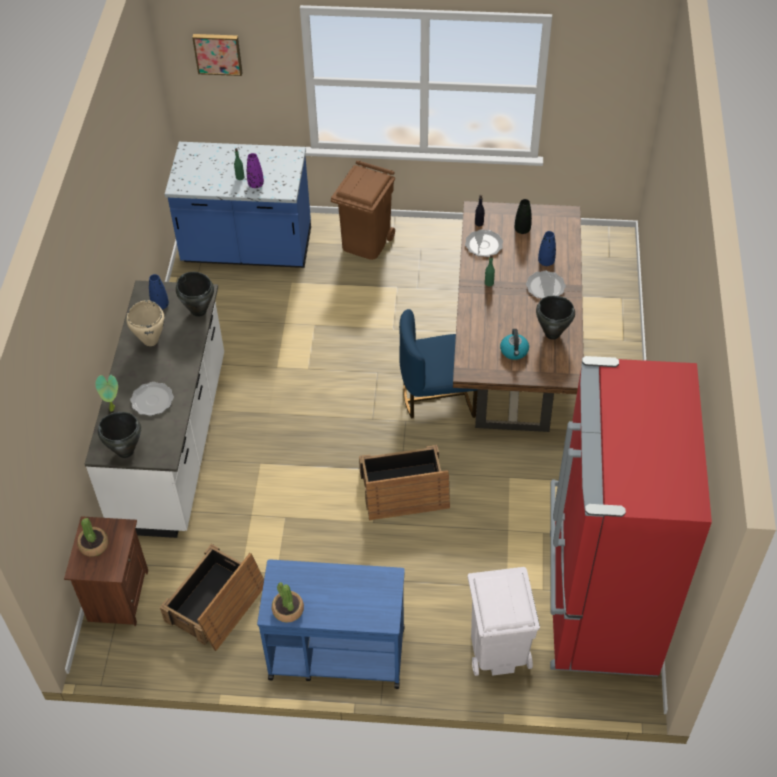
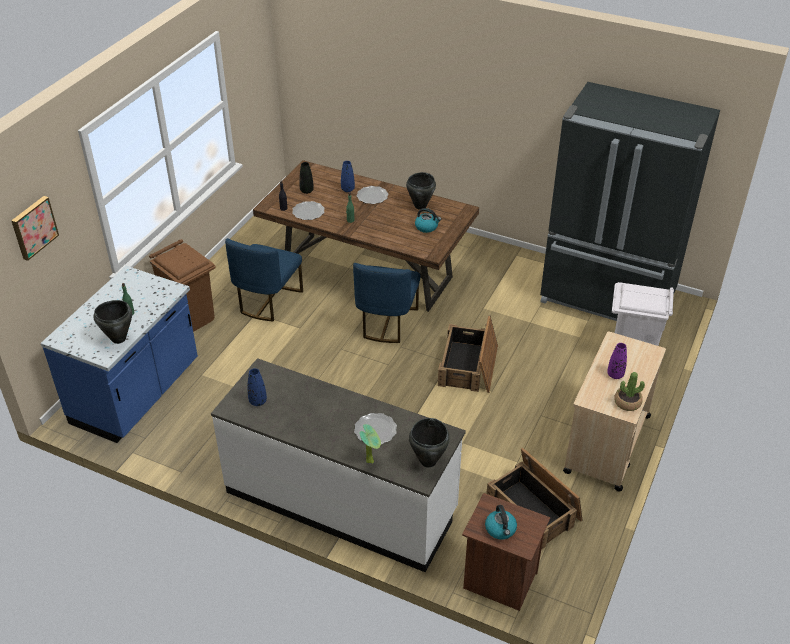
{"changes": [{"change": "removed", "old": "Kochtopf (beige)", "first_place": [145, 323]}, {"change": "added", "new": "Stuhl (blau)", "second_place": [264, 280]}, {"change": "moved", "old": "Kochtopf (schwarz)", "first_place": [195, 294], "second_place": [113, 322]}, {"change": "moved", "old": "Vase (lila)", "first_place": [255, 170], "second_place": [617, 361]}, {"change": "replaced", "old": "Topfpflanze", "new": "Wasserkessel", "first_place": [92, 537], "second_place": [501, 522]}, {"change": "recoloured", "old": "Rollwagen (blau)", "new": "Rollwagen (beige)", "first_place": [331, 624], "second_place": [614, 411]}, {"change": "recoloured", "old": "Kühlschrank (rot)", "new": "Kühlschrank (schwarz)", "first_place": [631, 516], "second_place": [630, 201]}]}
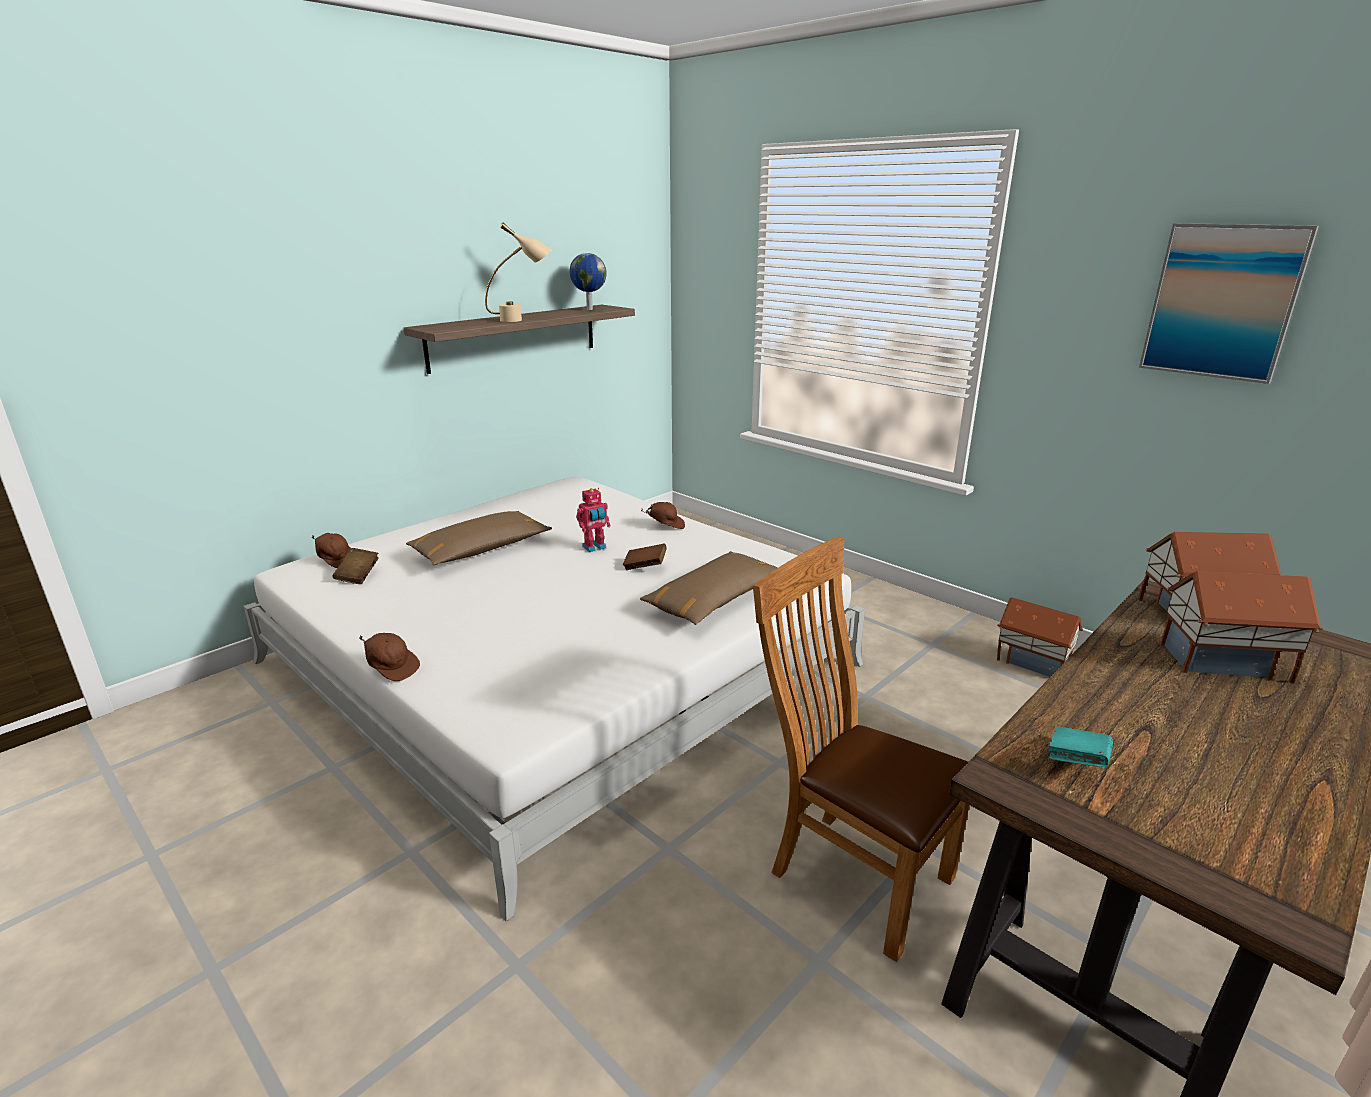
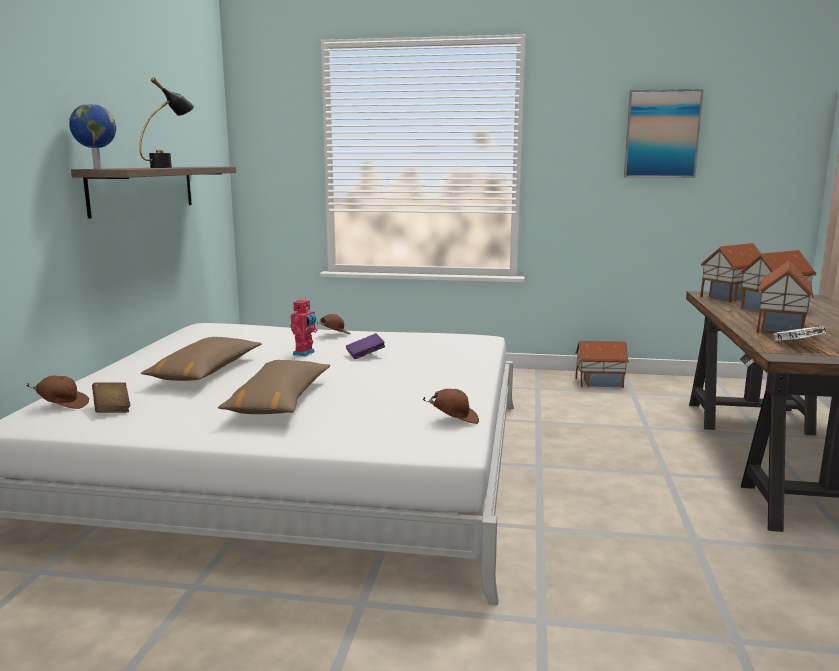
{"changes": [{"change": "removed", "old": "Stuhl (braun)", "first_place": [861, 749]}, {"change": "added", "new": "Spielzeughaus", "second_place": [785, 296]}, {"change": "moved", "old": "Kappe (braun)", "first_place": [389, 657], "second_place": [450, 406]}, {"change": "moved", "old": "Globus", "first_place": [588, 281], "second_place": [92, 136]}, {"change": "moved", "old": "Kissen (braun)", "first_place": [709, 588], "second_place": [274, 387]}, {"change": "recoloured", "old": "Tischlampe (beige)", "new": "Tischlampe (schwarz)", "first_place": [518, 272], "second_place": [166, 122]}, {"change": "recoloured", "old": "Buch (braun)", "new": "Buch (lila)", "first_place": [645, 556], "second_place": [366, 346]}, {"change": "recoloured", "old": "Buch (türkis)", "new": "Buch (weiß)", "first_place": [1080, 747], "second_place": [800, 333]}]}
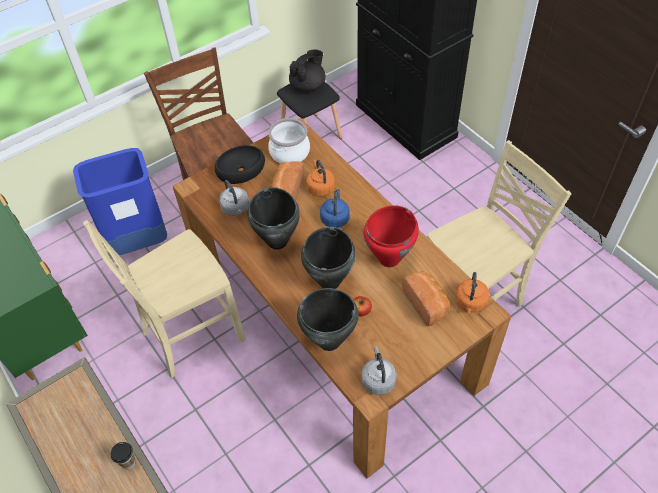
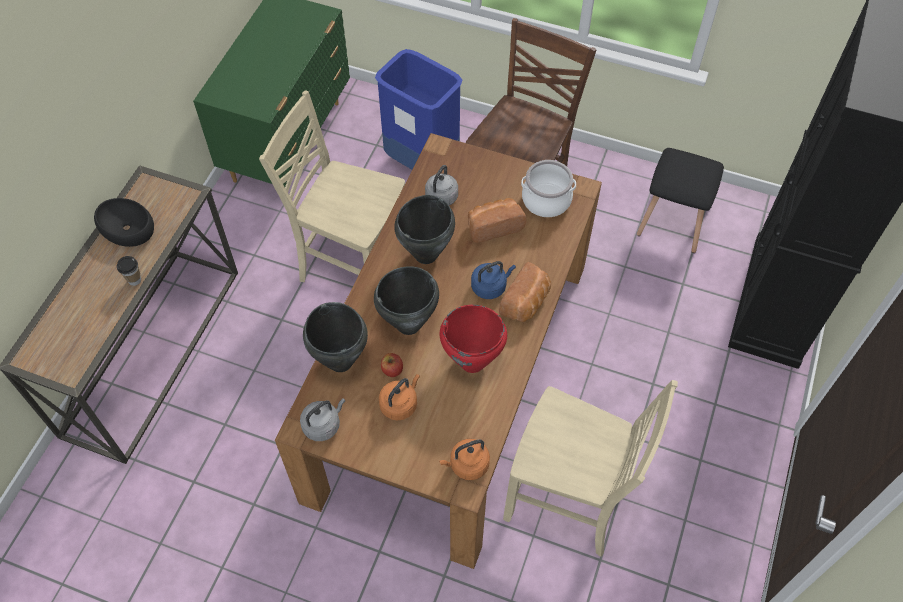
{"changes": [{"change": "removed", "old": "Teekanne (schwarz)", "first_place": [307, 71]}, {"change": "moved", "old": "Schüssel (schwarz)", "first_place": [240, 164], "second_place": [124, 222]}, {"change": "moved", "old": "Wasserkessel (orange)", "first_place": [320, 178], "second_place": [399, 397]}, {"change": "moved", "old": "Brot", "first_place": [426, 299], "second_place": [525, 292]}]}
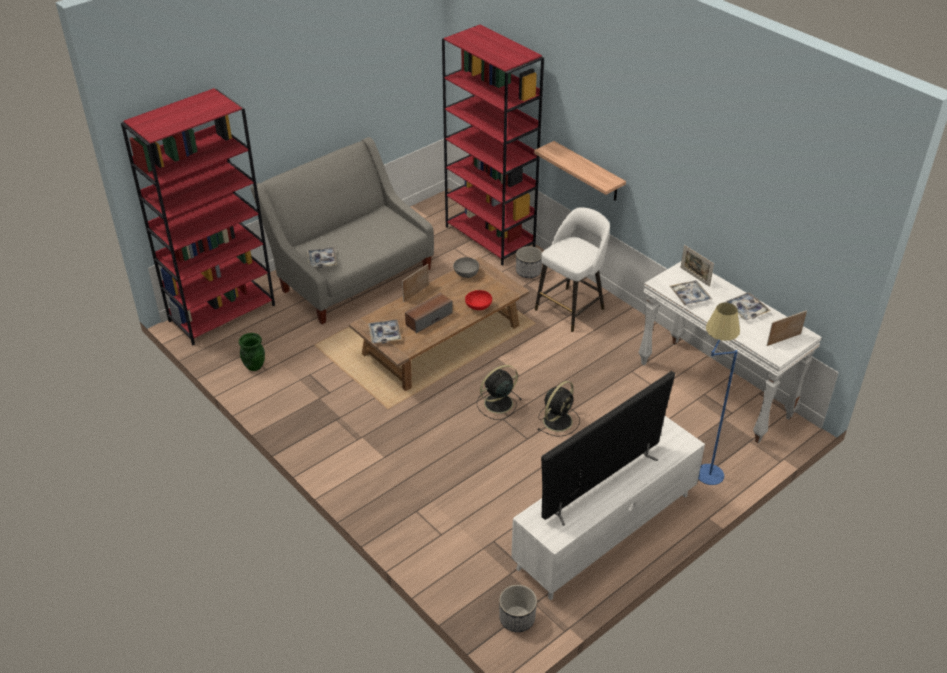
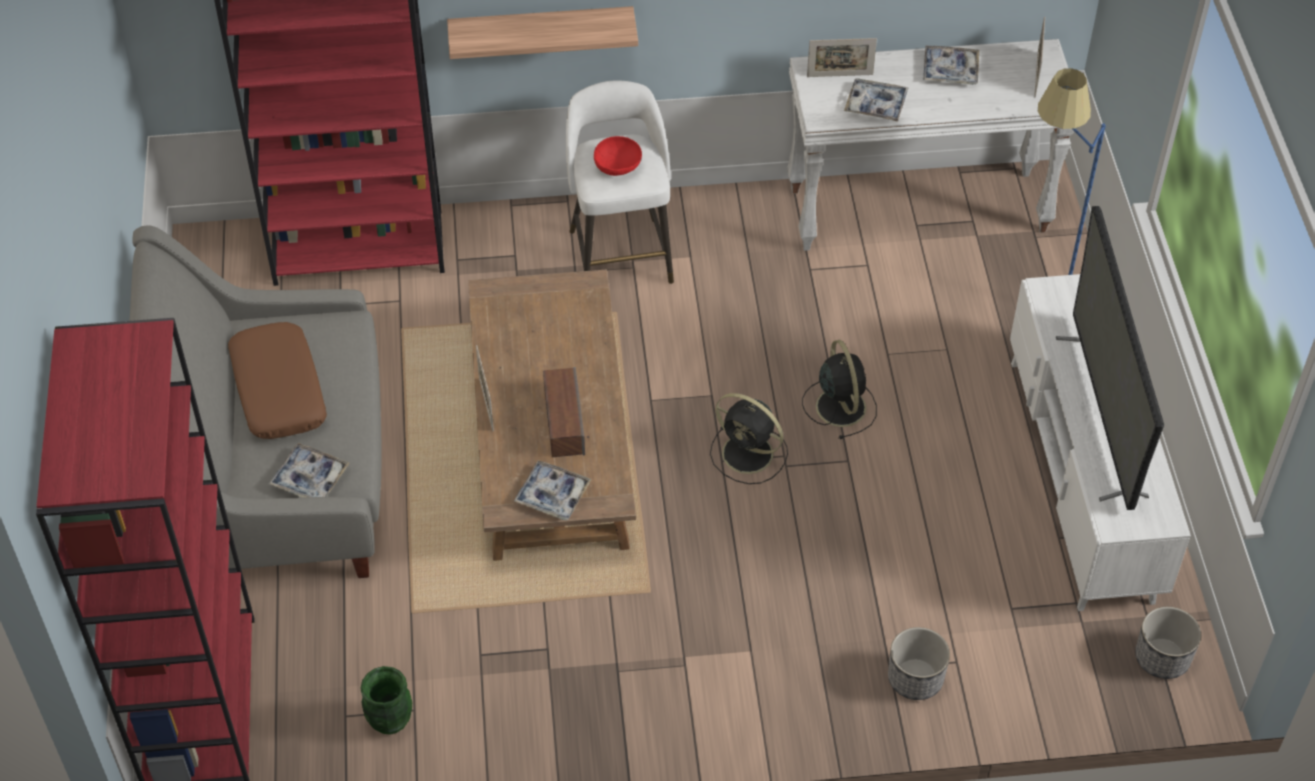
{"changes": [{"change": "removed", "old": "Schüssel (grau)", "first_place": [466, 267]}, {"change": "added", "new": "Kissen (braun)", "second_place": [277, 380]}, {"change": "moved", "old": "Schüssel (rot)", "first_place": [478, 300], "second_place": [618, 156]}, {"change": "moved", "old": "Pflanzkübel", "first_place": [529, 262], "second_place": [919, 663]}, {"change": "turned", "old": "Ventilator (schwarz)", "first_place": [499, 392], "second_place": [749, 438], "degrees": -60}]}
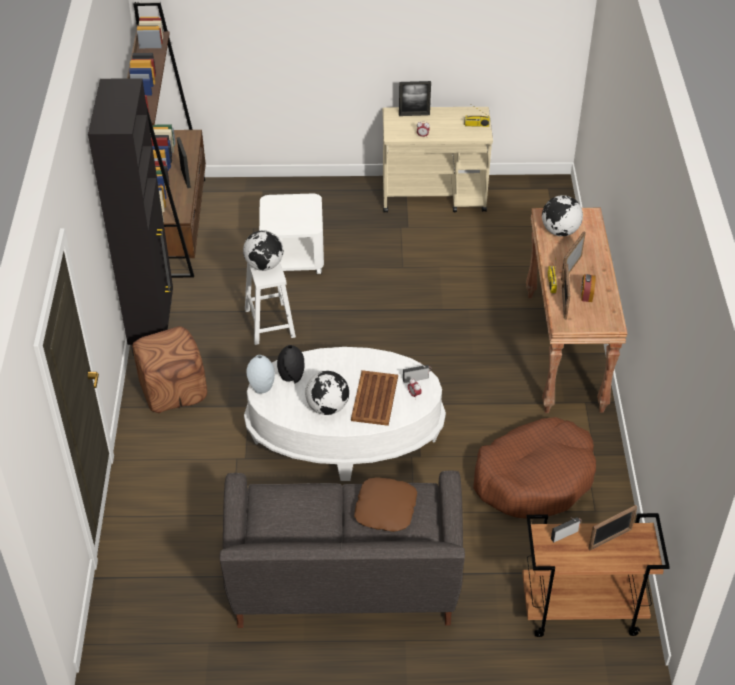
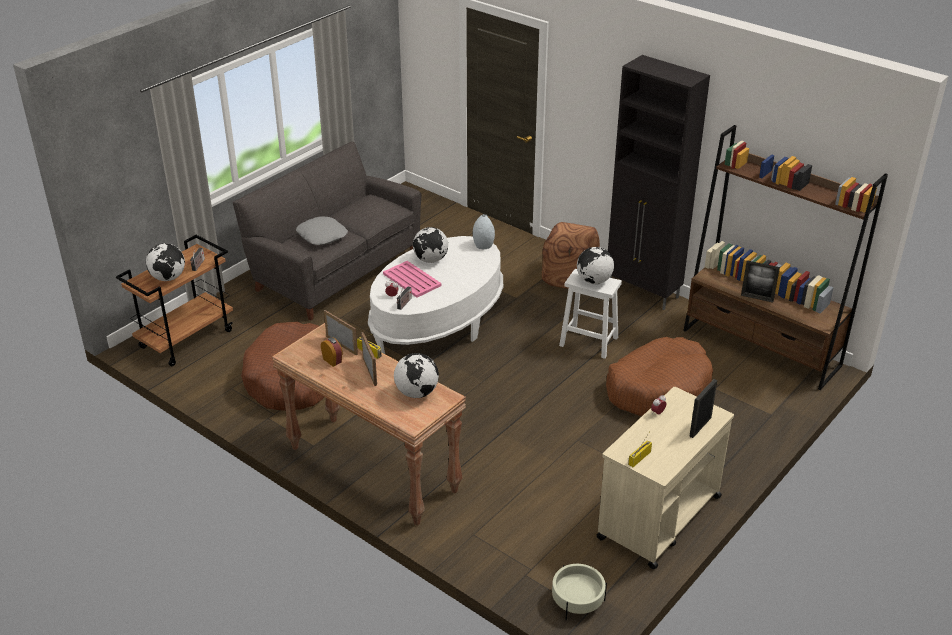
{"changes": [{"change": "removed", "old": "Vase (schwarz)", "first_place": [291, 364]}, {"change": "added", "new": "Pflanzkübel (beige)", "second_place": [579, 592]}, {"change": "replaced", "old": "Beistelltisch (weiß)", "new": "Hundebett (braun)", "first_place": [291, 234], "second_place": [659, 376]}, {"change": "replaced", "old": "Bilderrahmen", "new": "Globus", "first_place": [612, 527], "second_place": [165, 262]}, {"change": "recoloured", "old": "Tablett (braun)", "new": "Tablett (rosa)", "first_place": [374, 398], "second_place": [412, 279]}, {"change": "recoloured", "old": "Kissen (braun)", "new": "Kissen (grau)", "first_place": [385, 504], "second_place": [322, 230]}]}
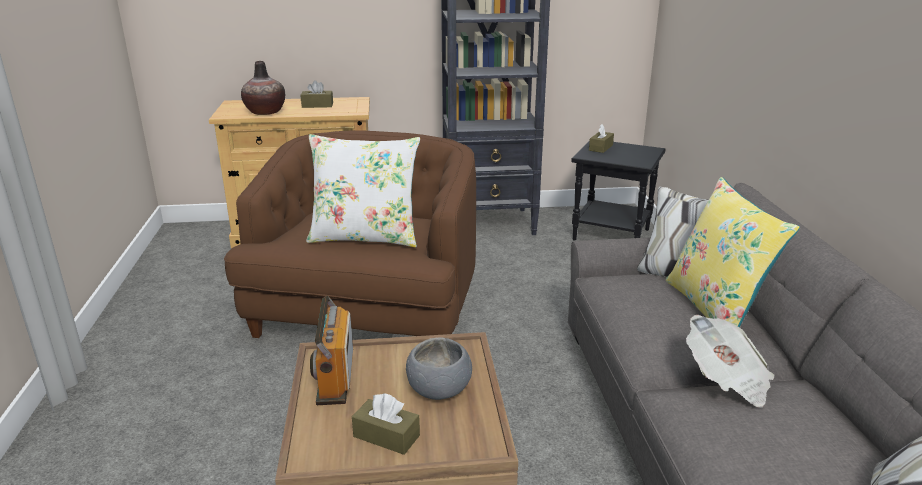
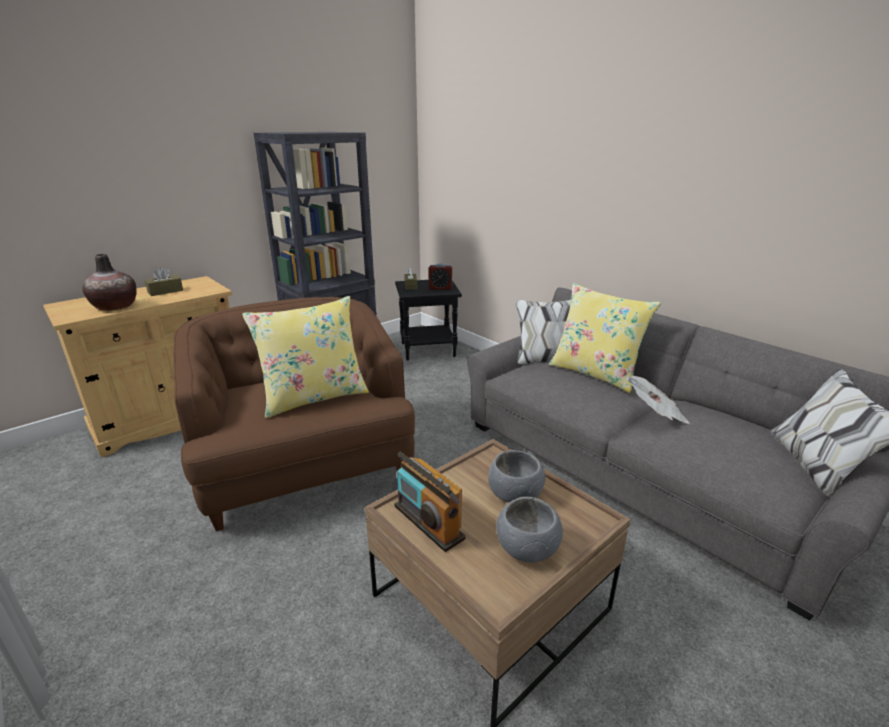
{"changes": [{"change": "added", "new": "Wecker", "second_place": [440, 276]}, {"change": "replaced", "old": "Taschentuchbox (braun)", "new": "Schüssel (grau)", "first_place": [386, 424], "second_place": [529, 530]}, {"change": "recoloured", "old": "Kissen (weiß)", "new": "Kissen (gelb)", "first_place": [363, 190], "second_place": [305, 357]}]}
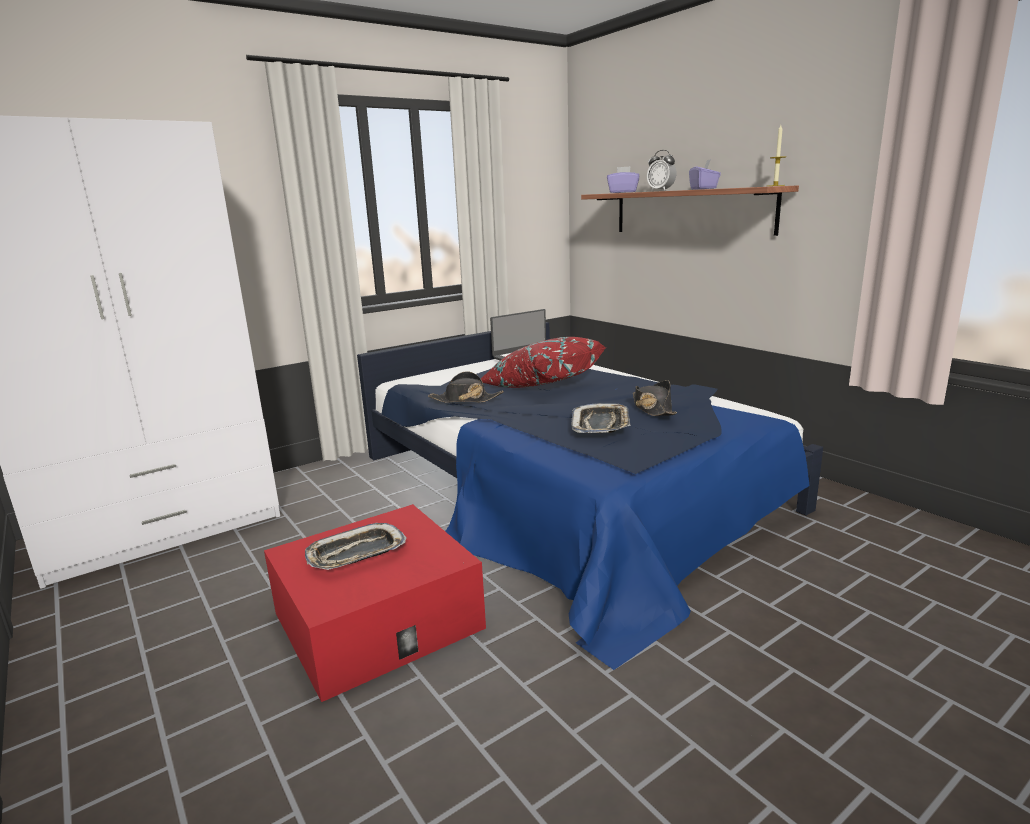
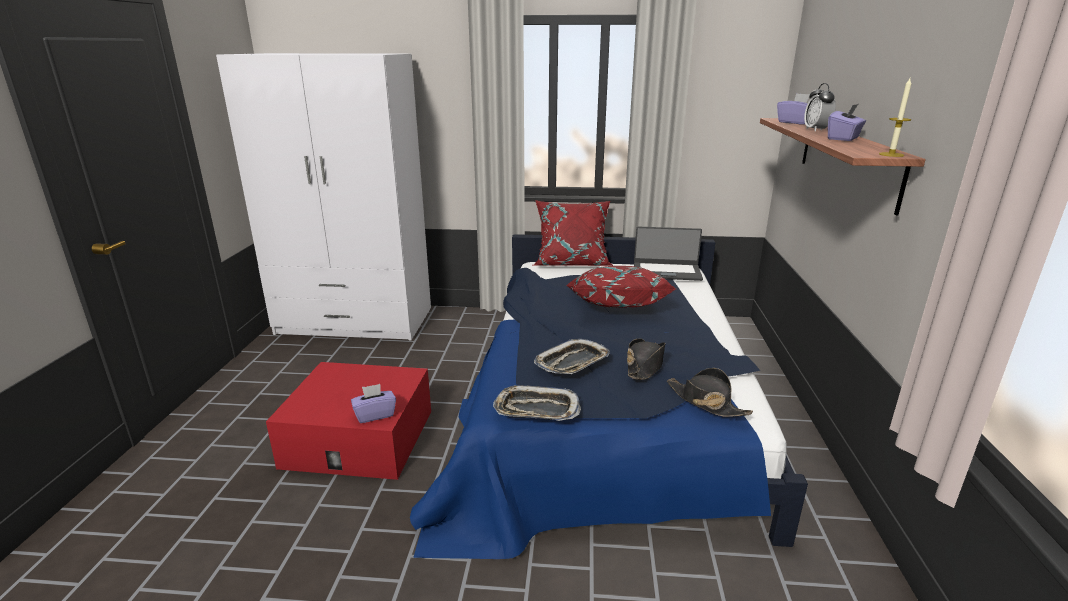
{"changes": [{"change": "added", "new": "Taschentuchbox (lila)", "second_place": [373, 403]}, {"change": "added", "new": "Kissen (rot)", "second_place": [573, 233]}, {"change": "moved", "old": "Tablett", "first_place": [356, 546], "second_place": [537, 403]}, {"change": "moved", "old": "Hut (schwarz)", "first_place": [466, 387], "second_place": [710, 392]}]}
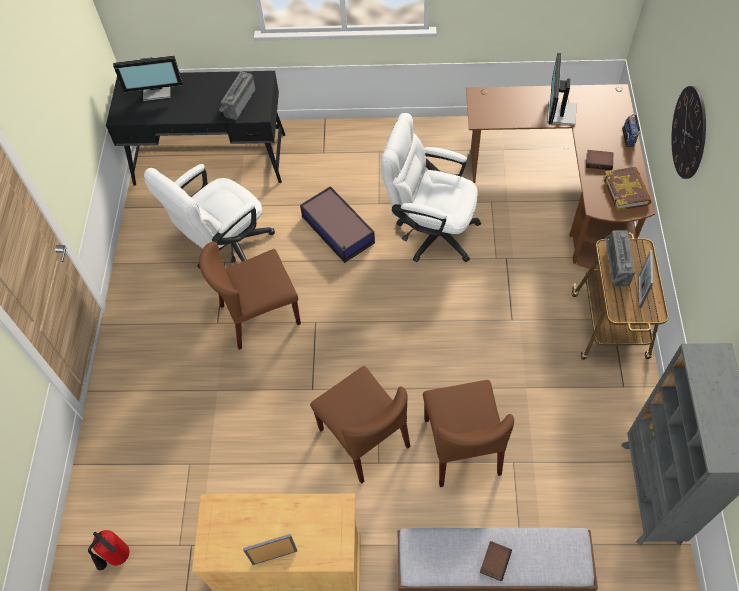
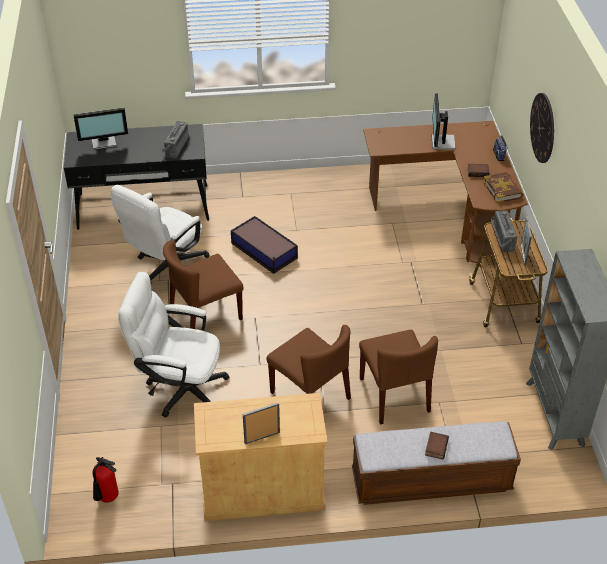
{"changes": [{"change": "moved", "old": "Bürostuhl (weiß)", "first_place": [431, 187], "second_place": [174, 344]}]}
